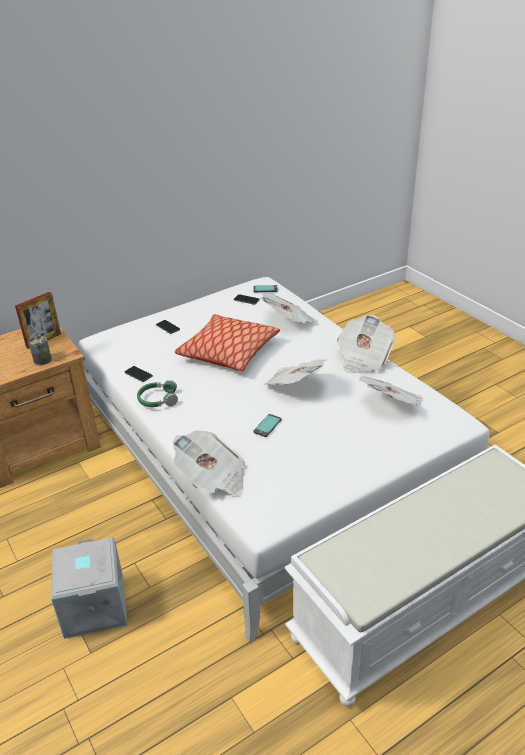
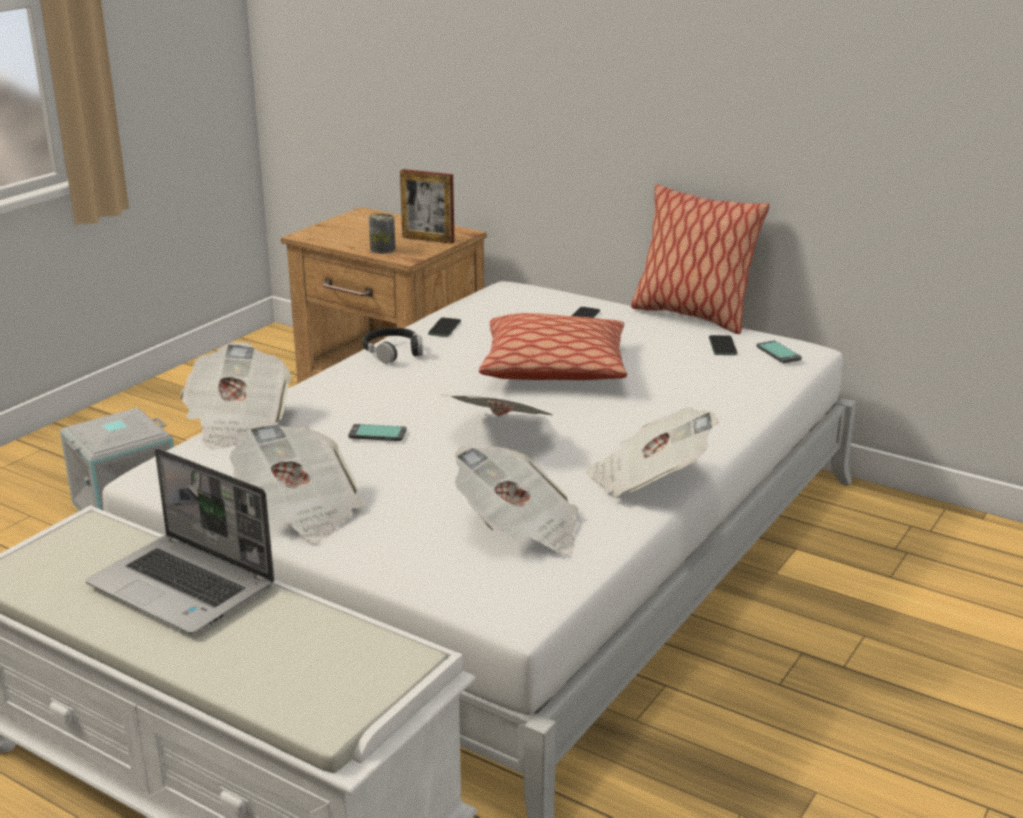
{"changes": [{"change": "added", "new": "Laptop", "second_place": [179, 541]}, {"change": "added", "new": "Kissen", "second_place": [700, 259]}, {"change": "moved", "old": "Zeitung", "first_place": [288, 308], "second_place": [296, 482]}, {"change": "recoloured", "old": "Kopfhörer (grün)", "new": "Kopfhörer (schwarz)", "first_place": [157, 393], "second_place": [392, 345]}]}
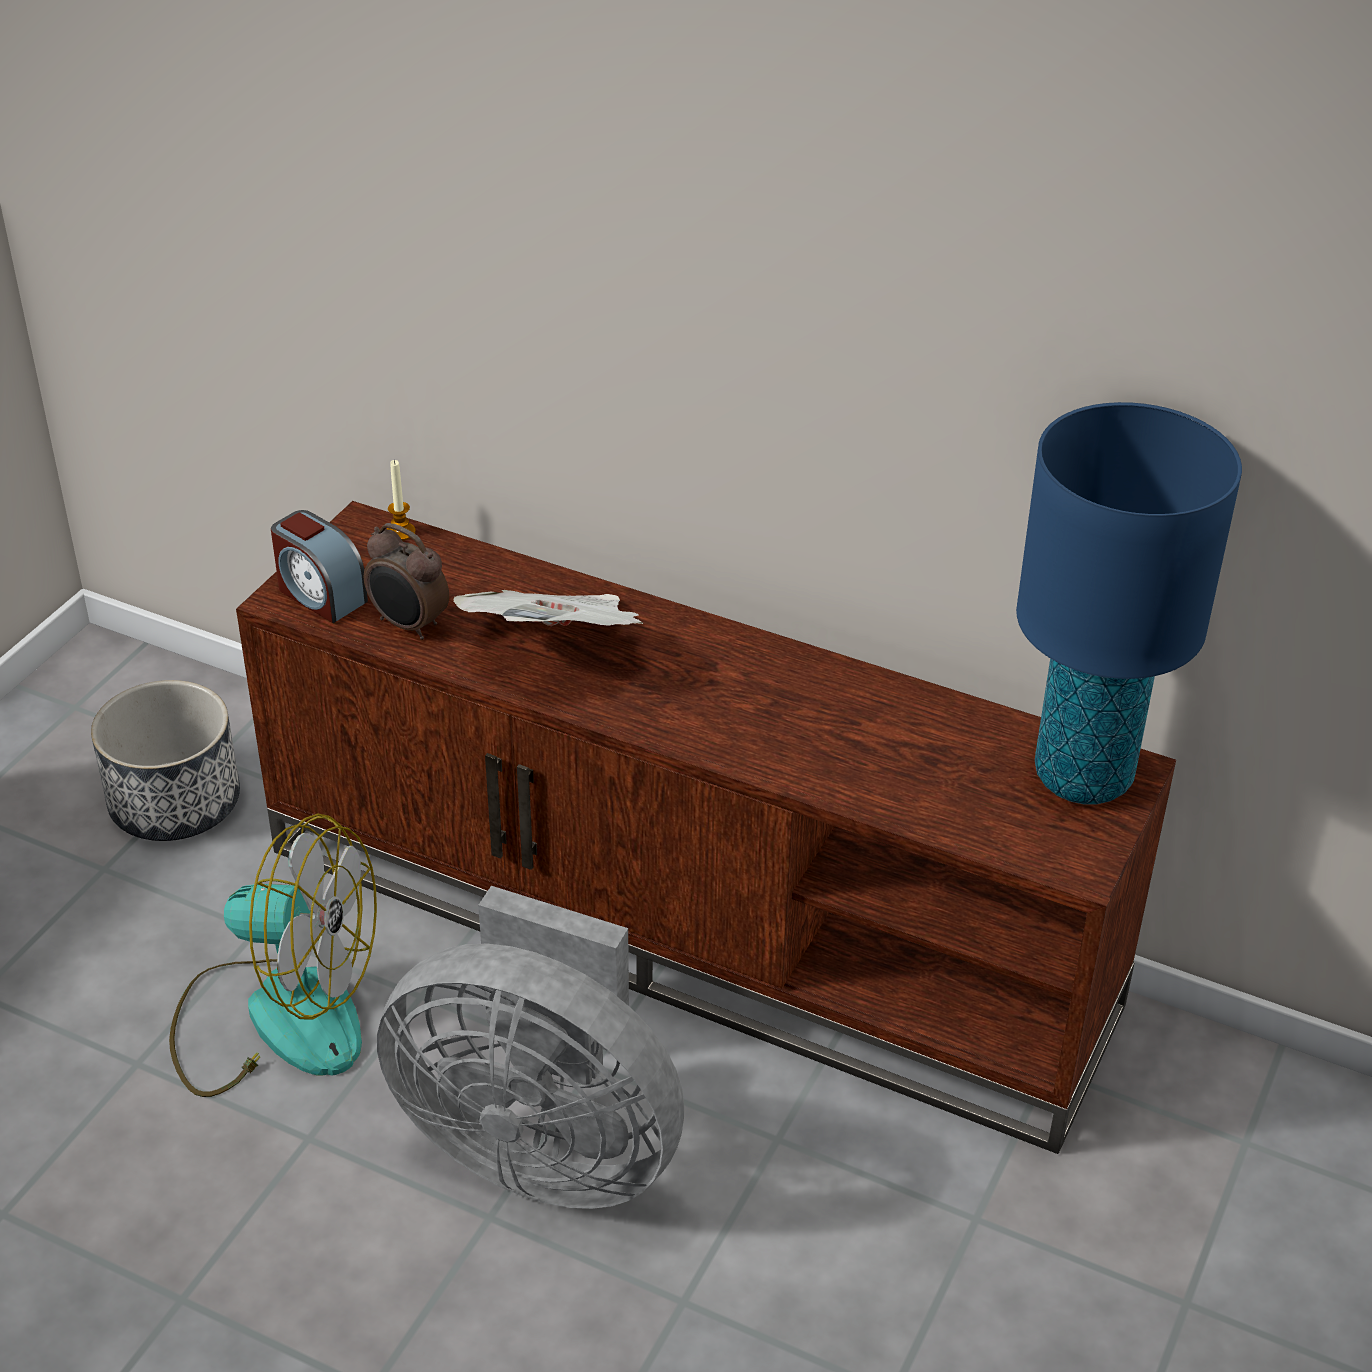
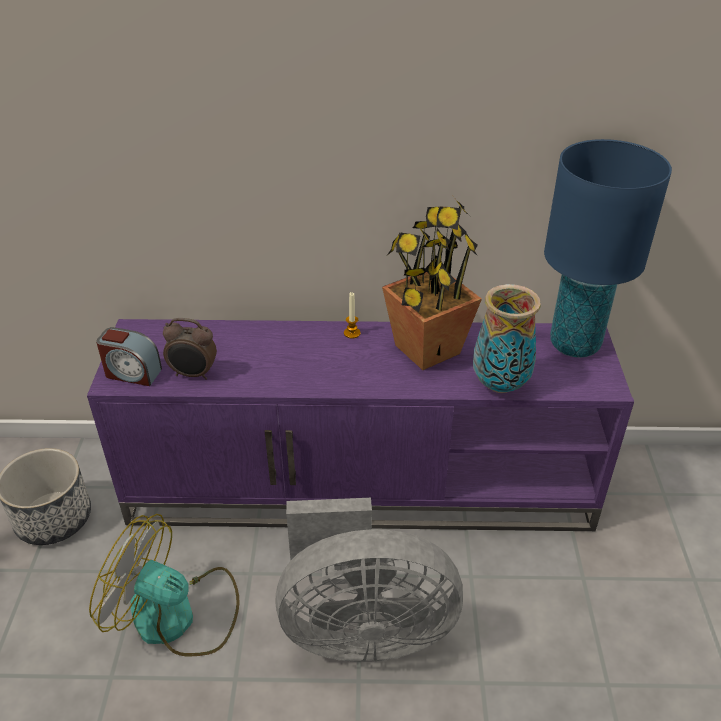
{"changes": [{"change": "removed", "old": "Zeitung", "first_place": [548, 608]}, {"change": "added", "new": "Topfpflanze", "second_place": [432, 284]}, {"change": "added", "new": "Vase", "second_place": [507, 338]}, {"change": "moved", "old": "Kerze", "first_place": [401, 500], "second_place": [352, 315]}, {"change": "recoloured", "old": "Fernsehschrank (braun)", "new": "Fernsehschrank (lila)", "first_place": [706, 827], "second_place": [360, 425]}, {"change": "turned", "old": "Ventilator", "first_place": [273, 955], "second_place": [164, 585], "degrees": -150}]}
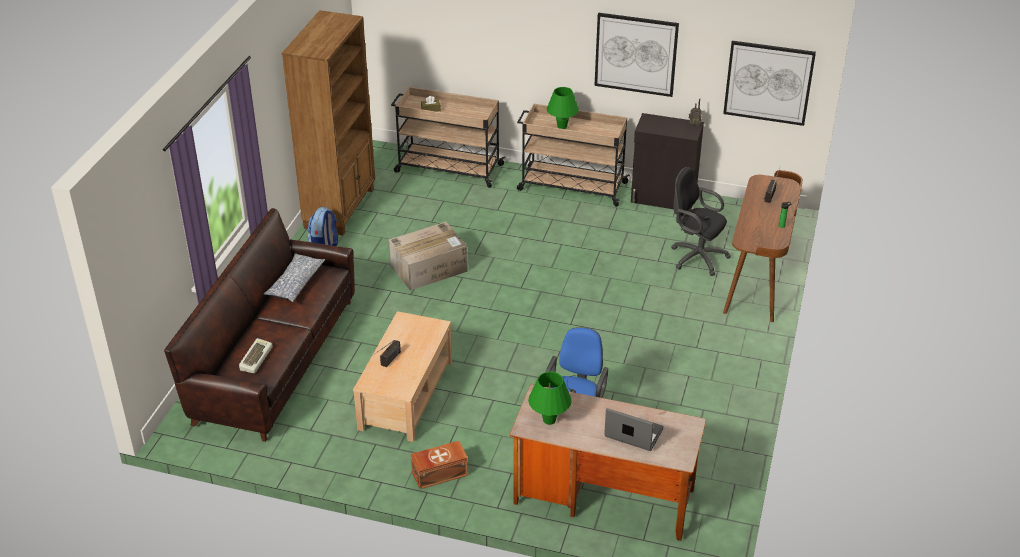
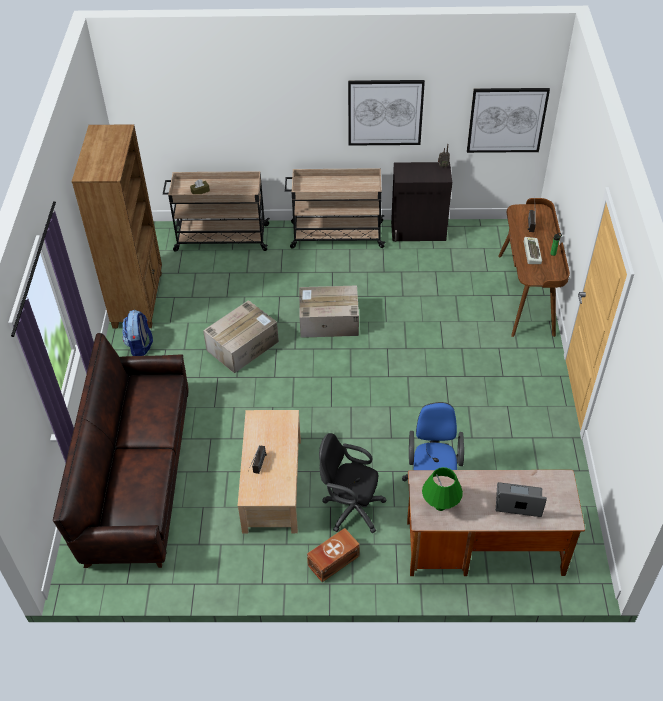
{"changes": [{"change": "removed", "old": "Kissen", "first_place": [294, 277]}, {"change": "removed", "old": "Tischlampe (grün)", "first_place": [563, 108]}, {"change": "added", "new": "Karton", "second_place": [329, 311]}, {"change": "moved", "old": "Tastatur", "first_place": [256, 355], "second_place": [533, 250]}, {"change": "moved", "old": "Bürostuhl (schwarz)", "first_place": [701, 221], "second_place": [353, 483]}]}
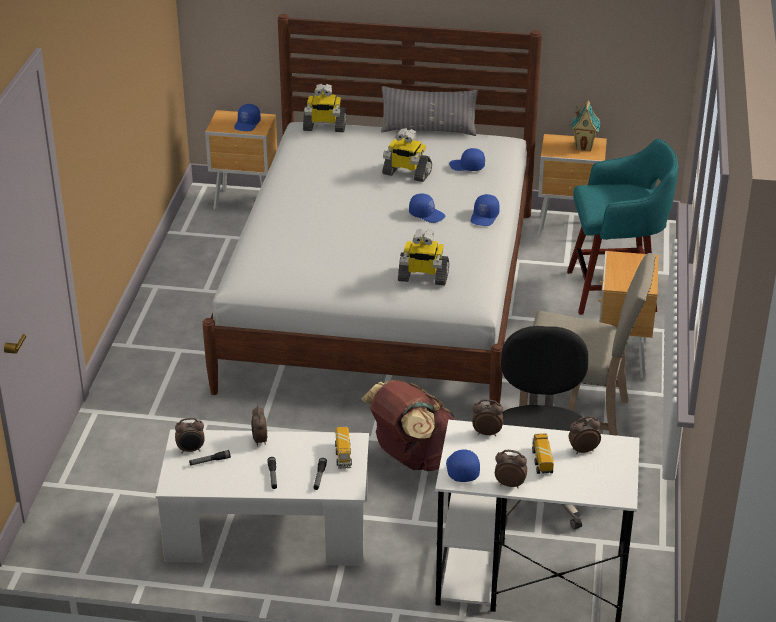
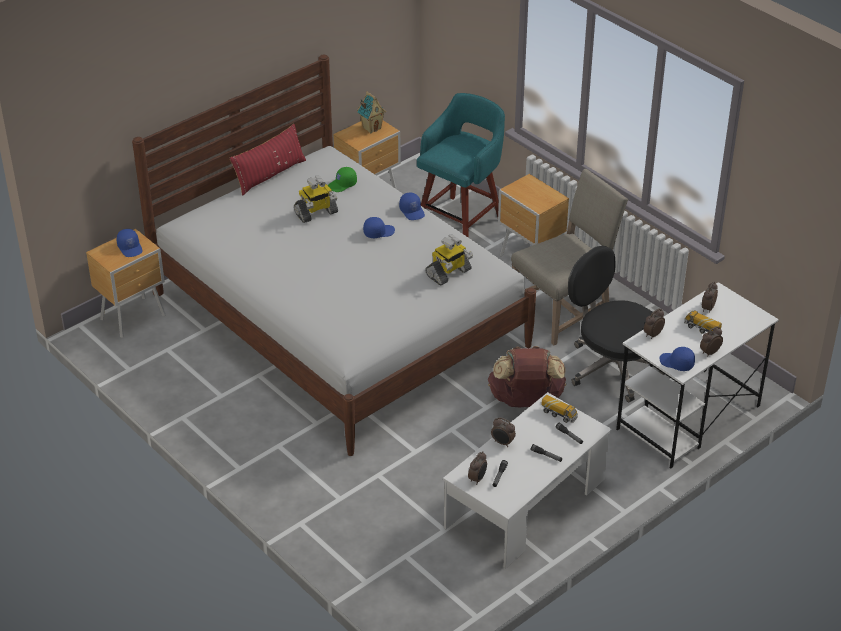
{"changes": [{"change": "removed", "old": "Spielzeugroboter", "first_place": [324, 108]}, {"change": "recoloured", "old": "Kissen (grau)", "new": "Kissen (rot)", "first_place": [429, 111], "second_place": [268, 160]}, {"change": "recoloured", "old": "Kappe (blau)", "new": "Kappe (grün)", "first_place": [467, 159], "second_place": [342, 179]}]}
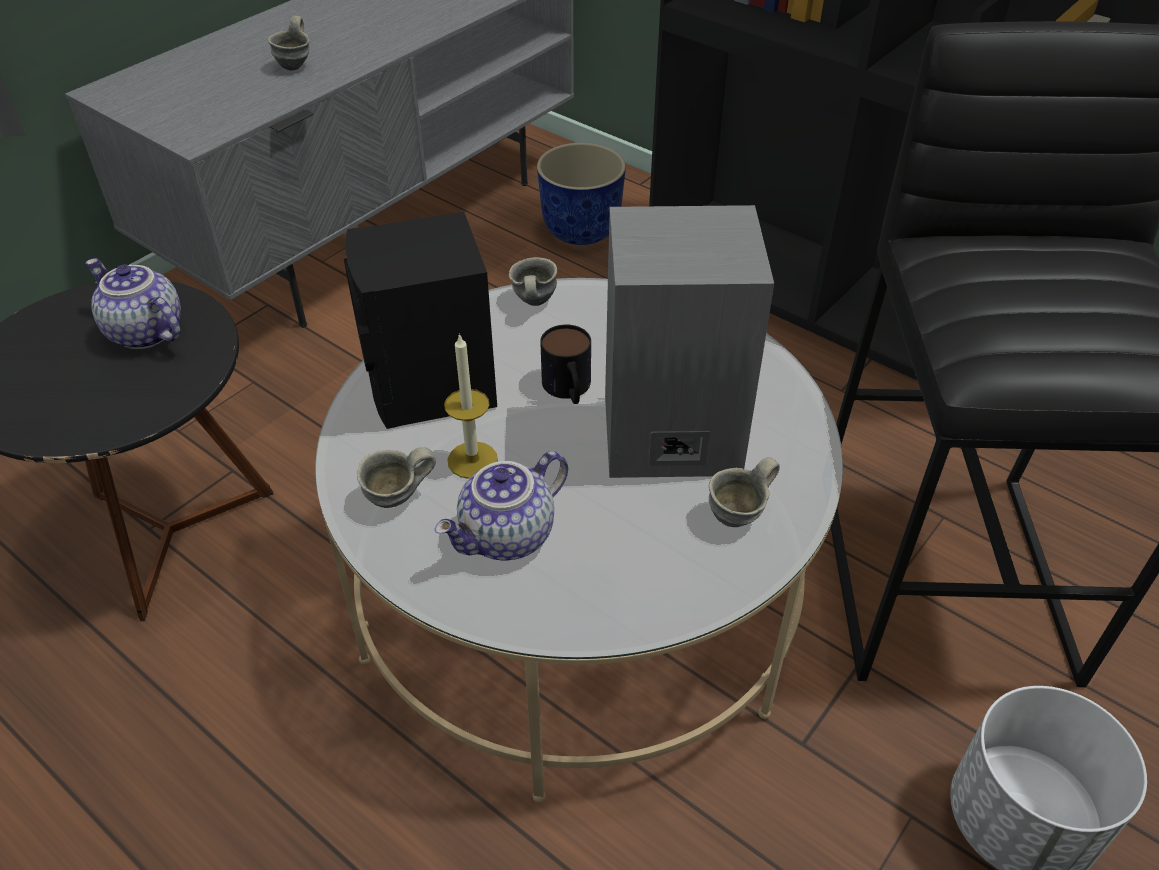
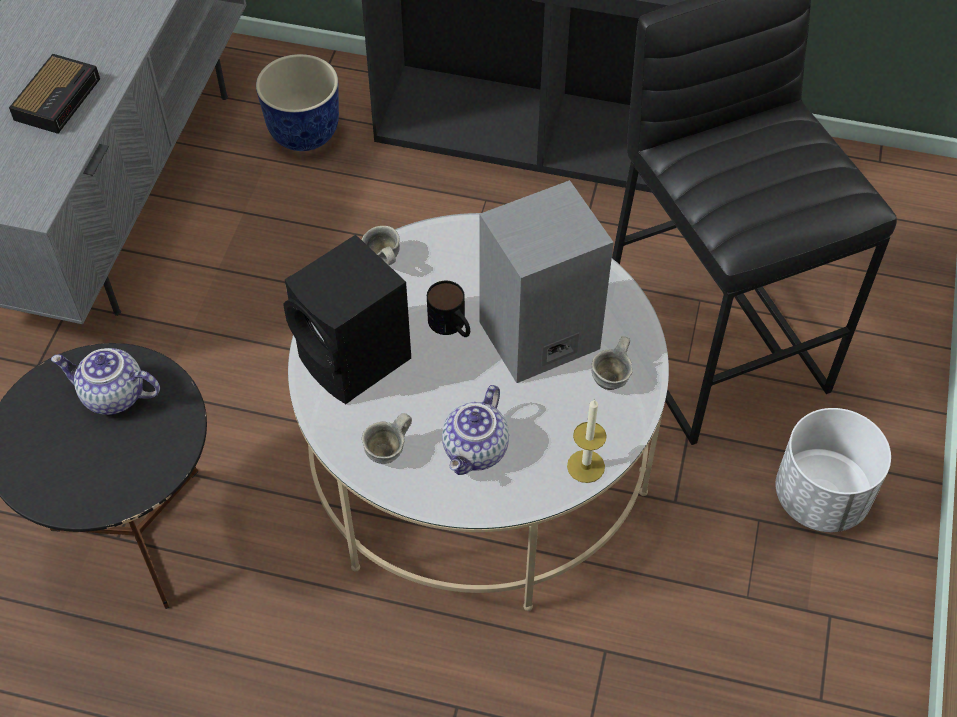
{"changes": [{"change": "moved", "old": "Kerze", "first_place": [471, 406], "second_place": [587, 441]}, {"change": "replaced", "old": "Henkelbecher (grau)", "new": "Wecker", "first_place": [289, 43], "second_place": [54, 94]}]}
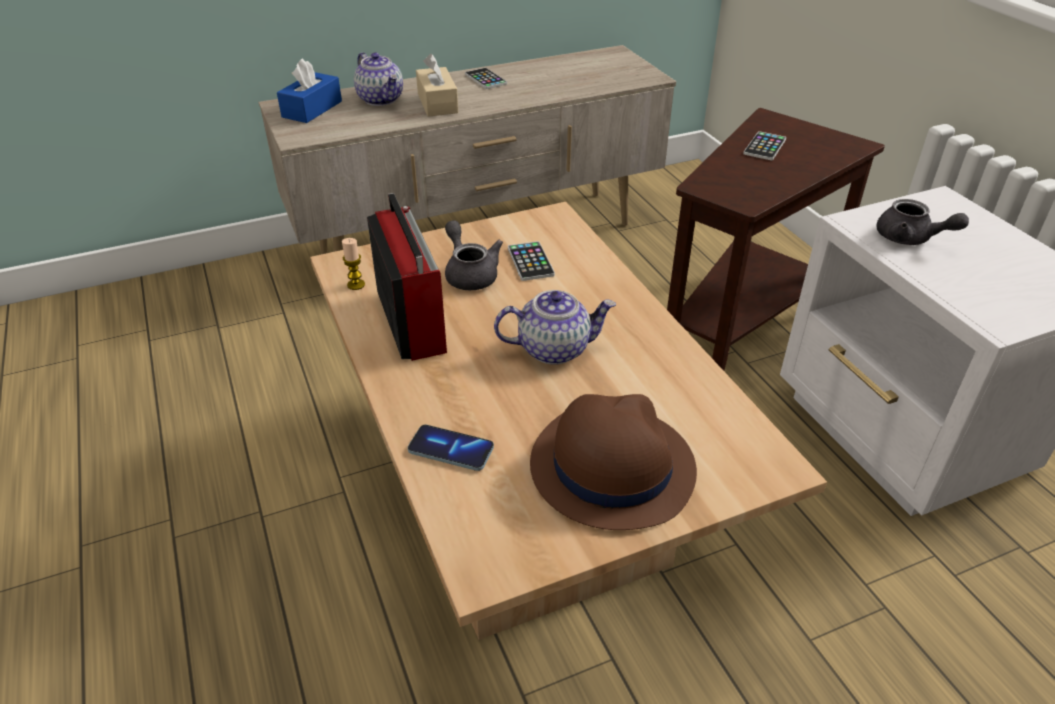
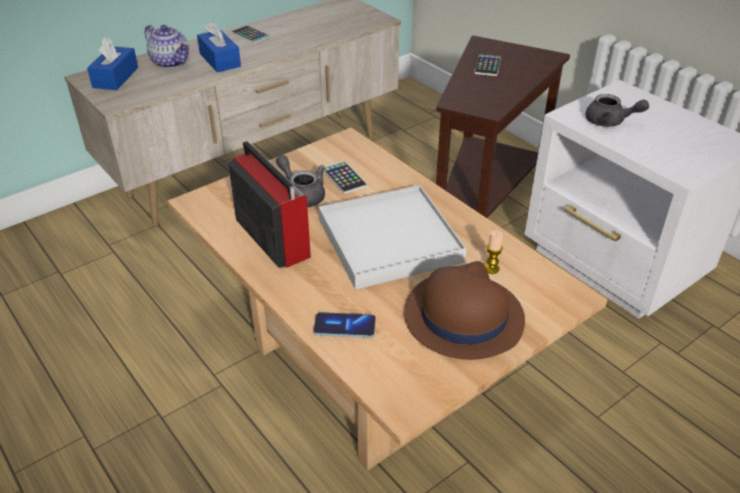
{"changes": [{"change": "moved", "old": "Kerze", "first_place": [353, 264], "second_place": [494, 252]}, {"change": "replaced", "old": "Teekanne", "new": "Tablett (weiß)", "first_place": [555, 327], "second_place": [393, 237]}, {"change": "recoloured", "old": "Taschentuchbox (beige)", "new": "Taschentuchbox (blau)", "first_place": [437, 85], "second_place": [219, 46]}]}
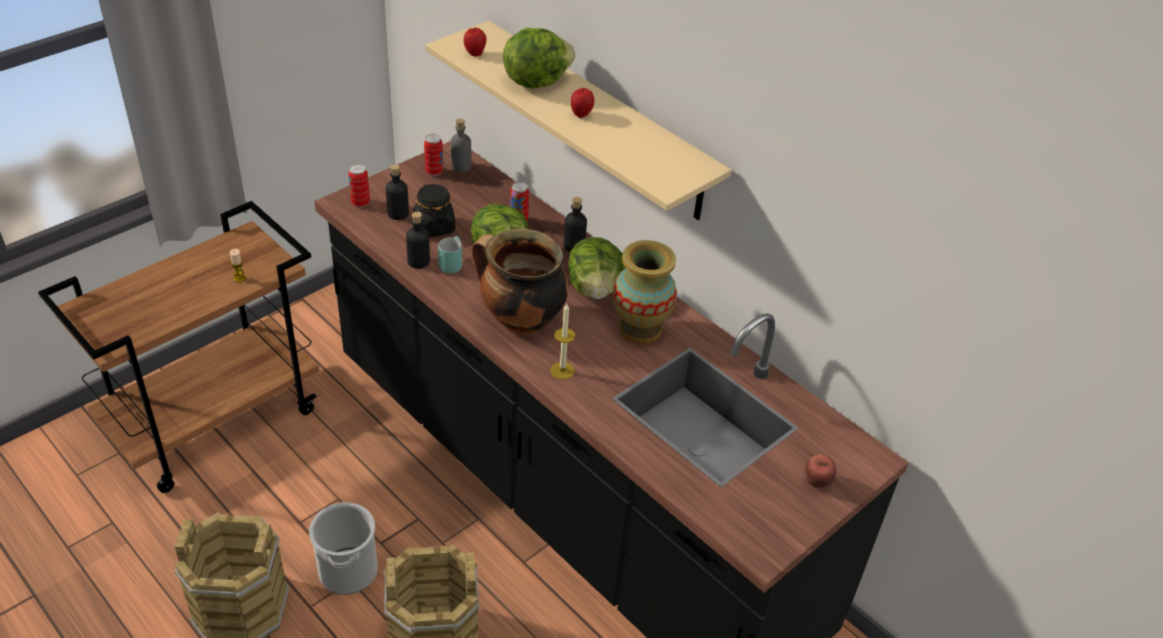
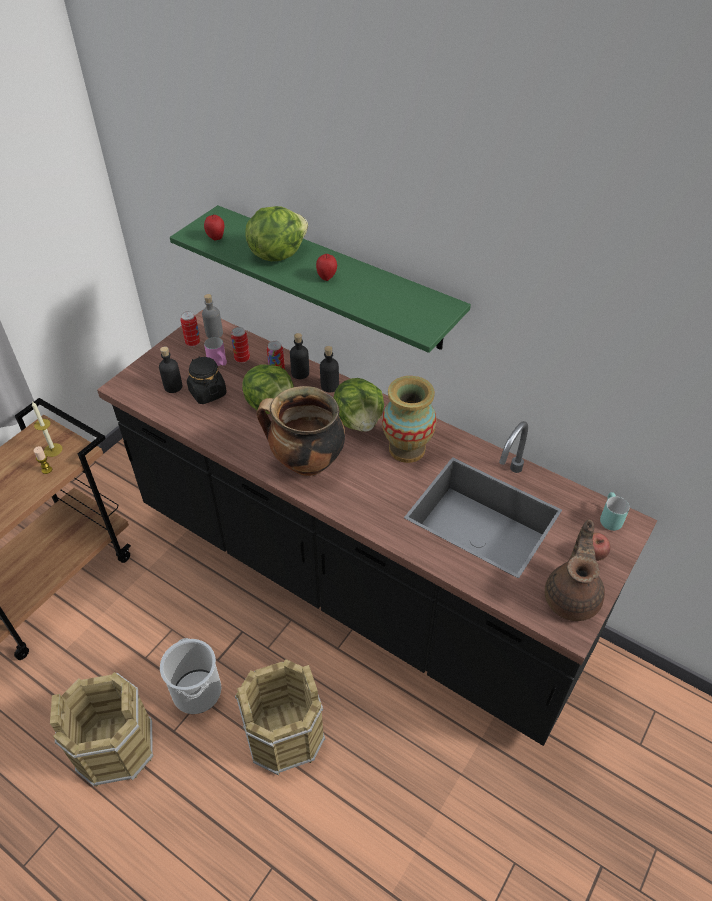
{"changes": [{"change": "added", "new": "Henkelbecher (rosa)", "second_place": [215, 351]}, {"change": "added", "new": "Teekanne (braun)", "second_place": [575, 570]}, {"change": "moved", "old": "Dose", "first_place": [359, 185], "second_place": [240, 345]}, {"change": "moved", "old": "Flasche (schwarz)", "first_place": [418, 240], "second_place": [299, 356]}, {"change": "moved", "old": "Henkelbecher (türkis)", "first_place": [450, 255], "second_place": [615, 511]}, {"change": "moved", "old": "Kerze", "first_place": [562, 341], "second_place": [47, 429]}, {"change": "recoloured", "old": "Wandregal (beige)", "new": "Wandregal (grün)", "first_place": [578, 120], "second_place": [320, 279]}]}
